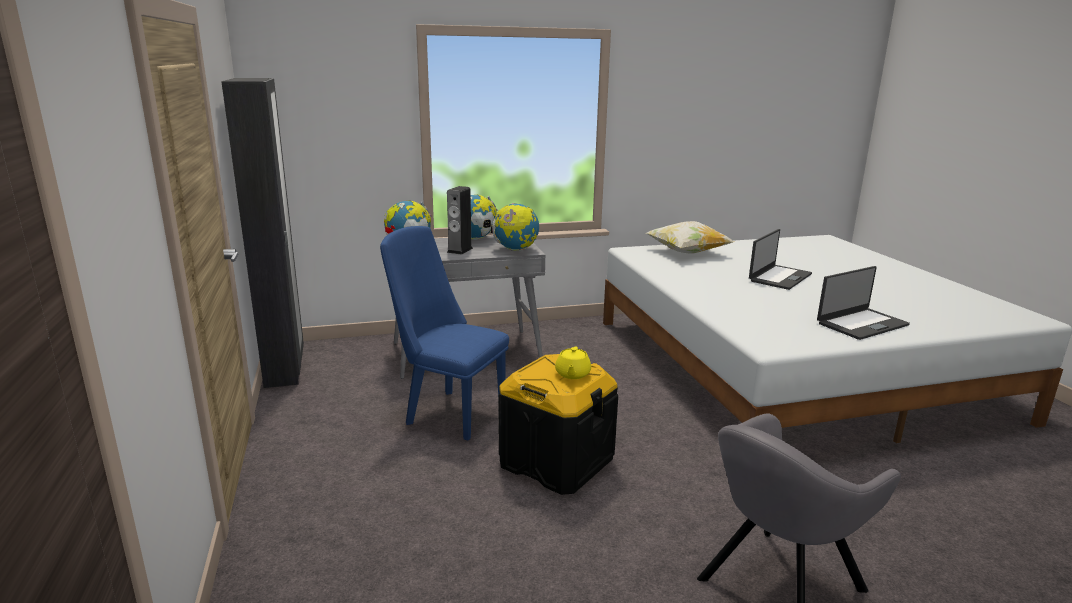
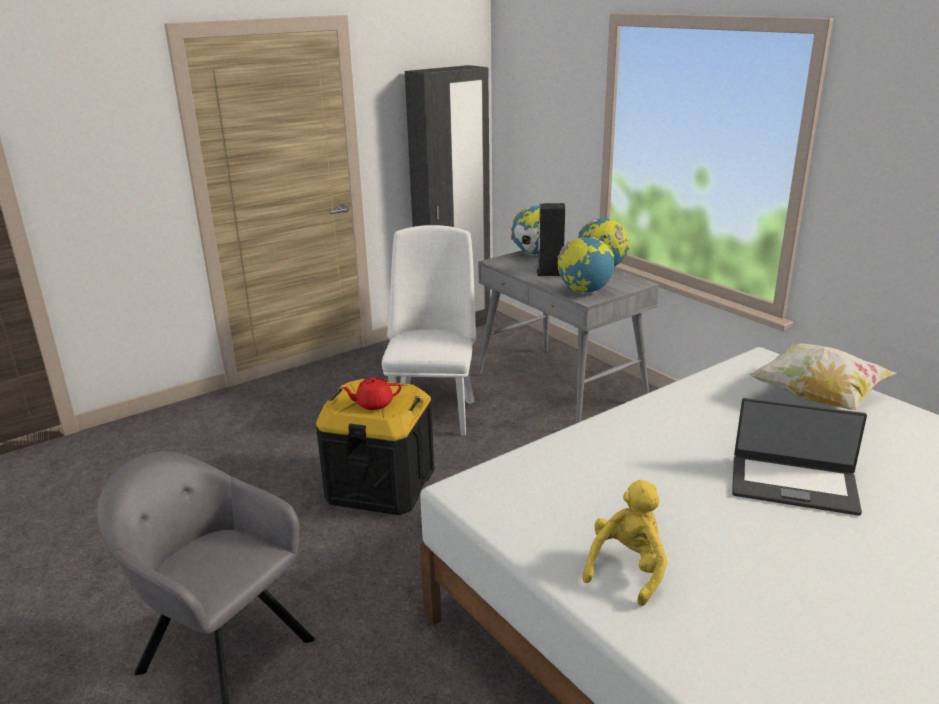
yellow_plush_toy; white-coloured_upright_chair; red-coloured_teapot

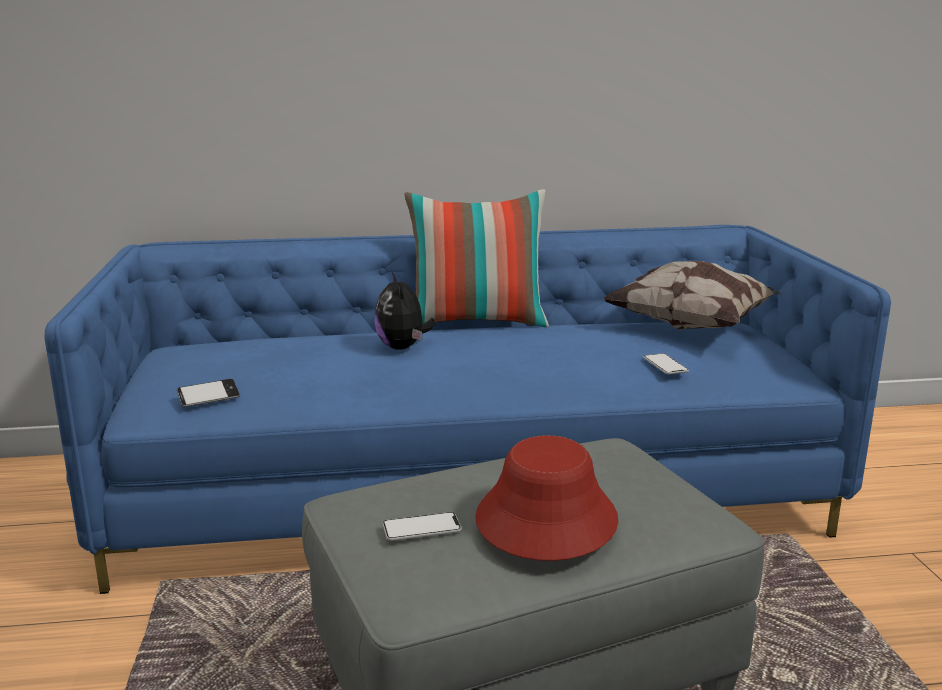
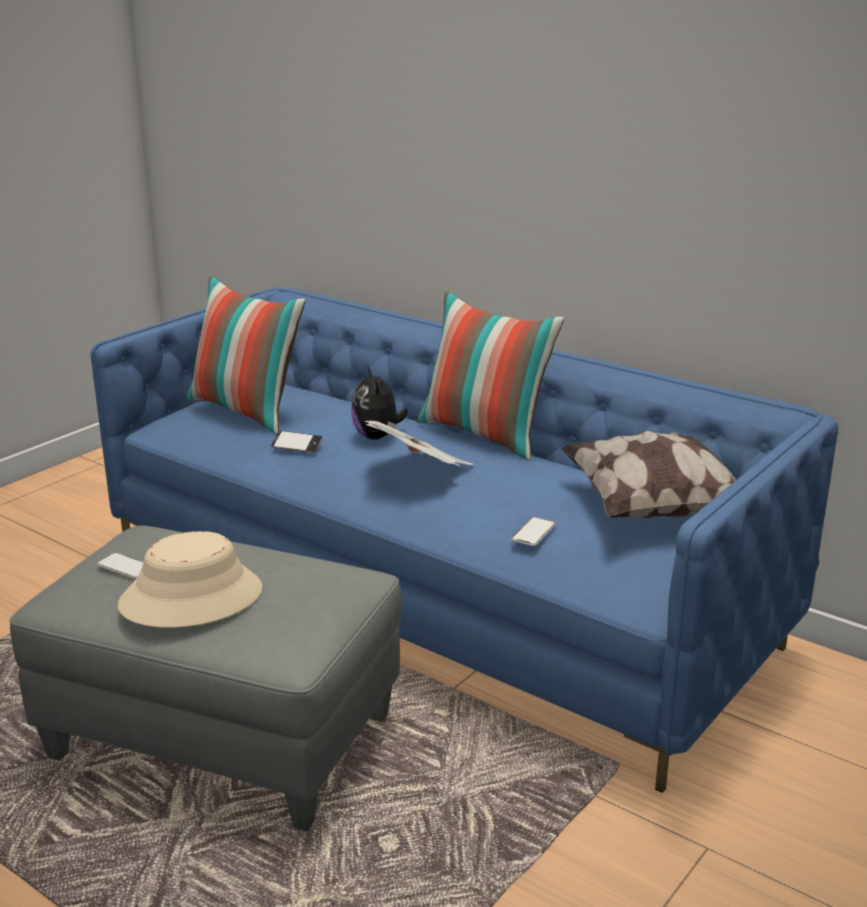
cushion (no. 1 from left); daily_paper; phone (no. 2 from left); beige-coloured_wearable_hat; plush_toy

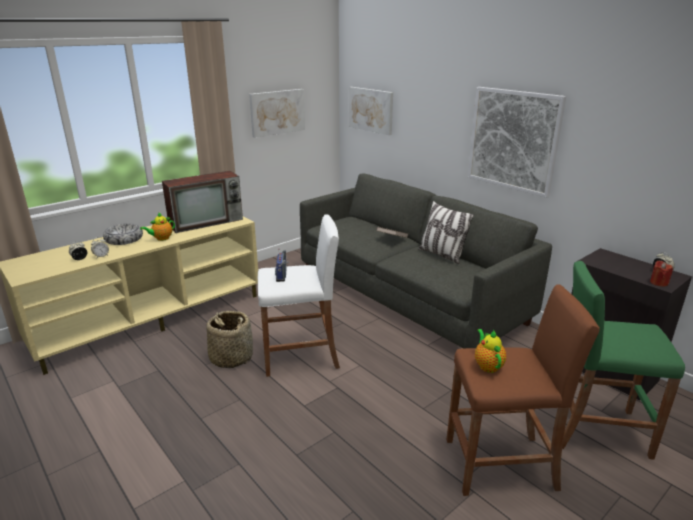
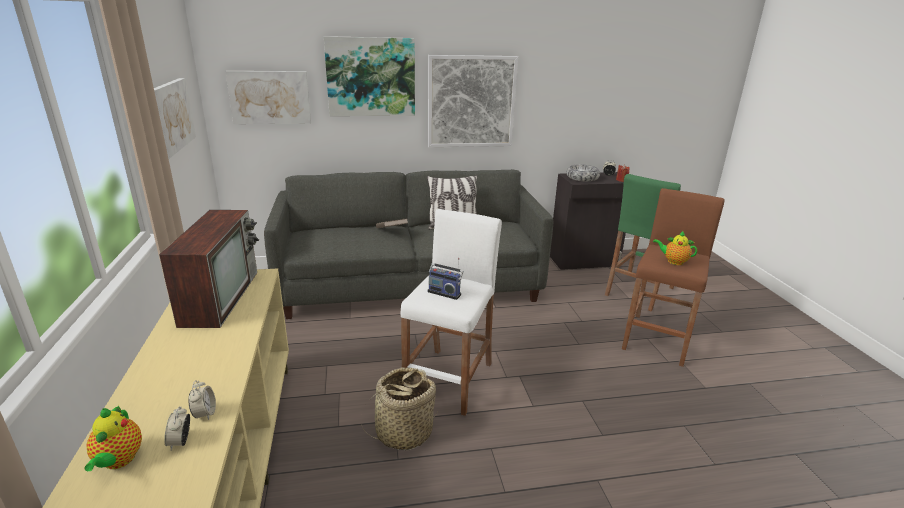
wall_picture (no. 3 from left); bowl; teapot (no. 1 from left)

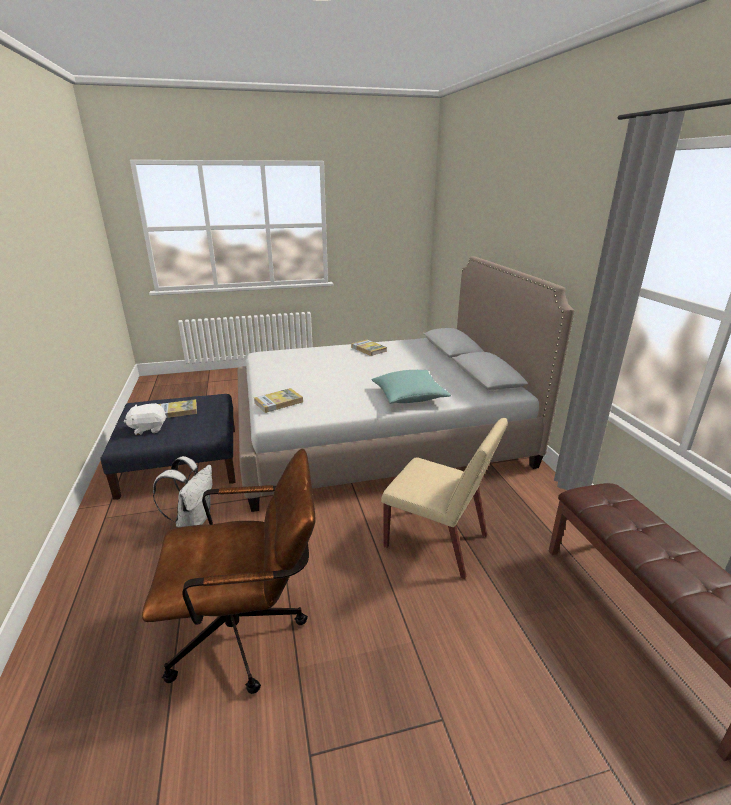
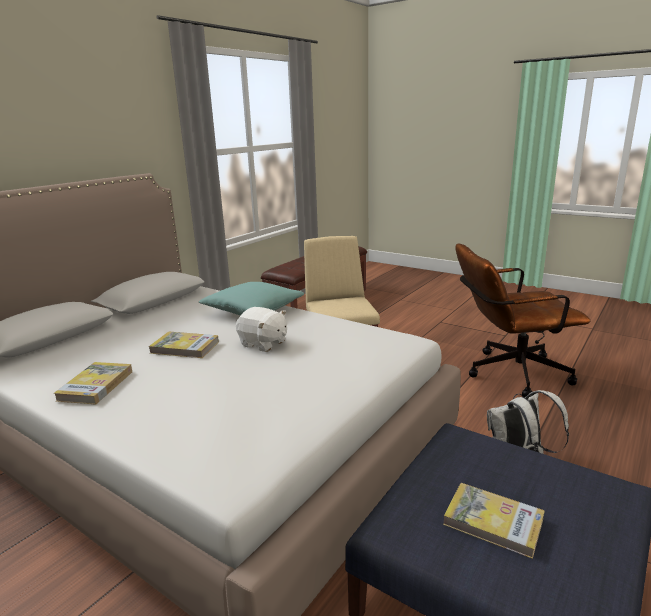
white-coloured_plush_toy; book (no. 2 from left); brown-coloured_office_chair

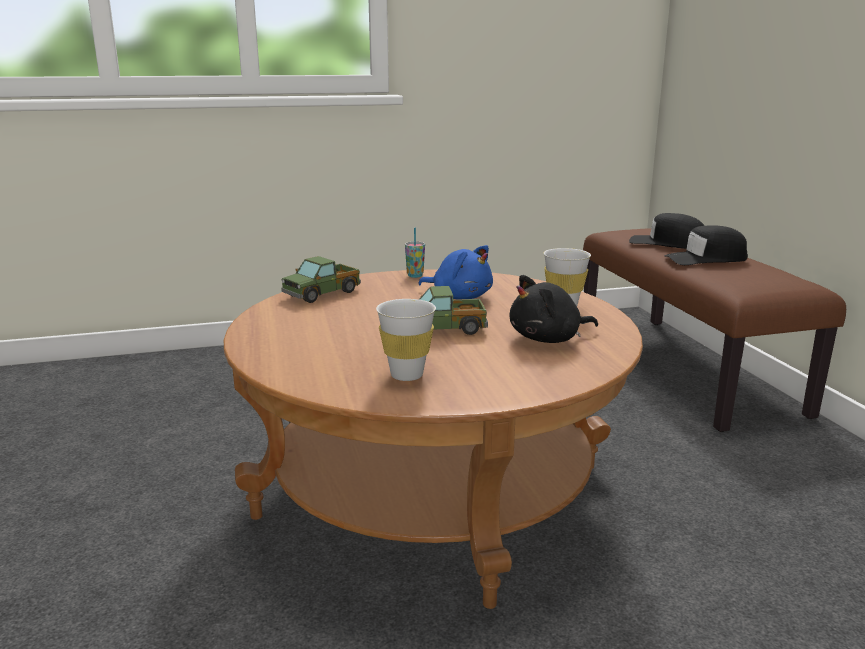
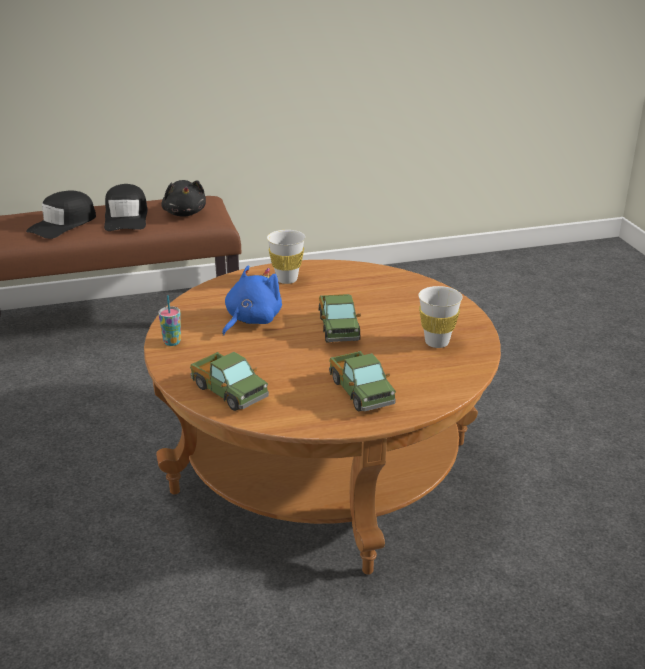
toy_lorry (no. 3 from left); black-coloured_plush_toy

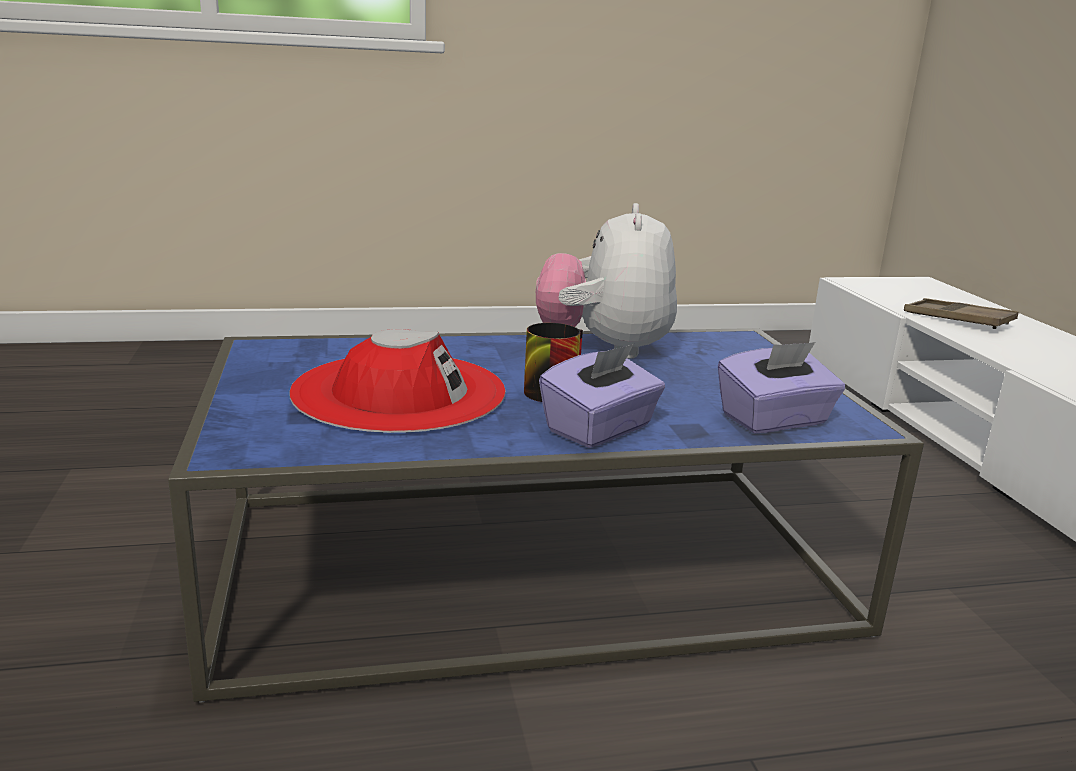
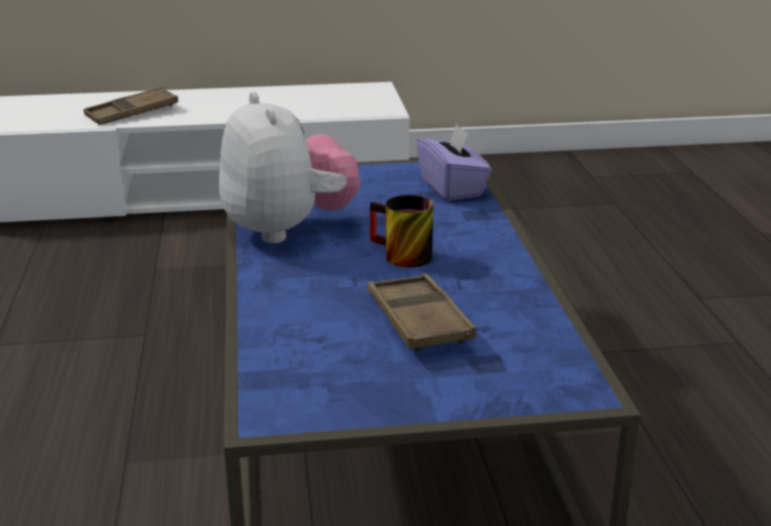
purplish_tissue_holder (no. 1 from left in the first image); brown-coloured_tray (no. 2 from left); plush_toy

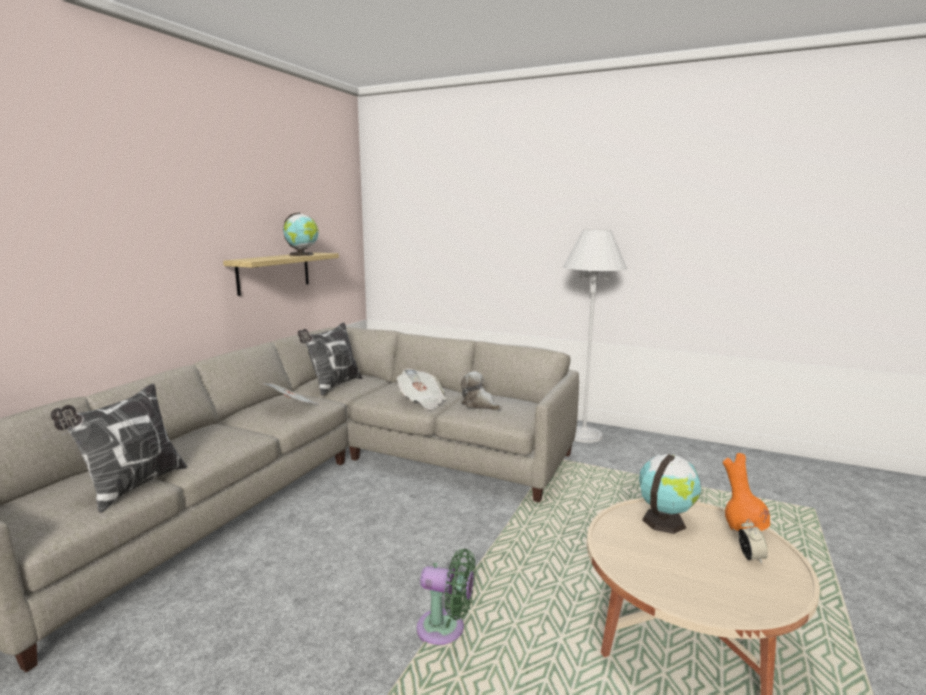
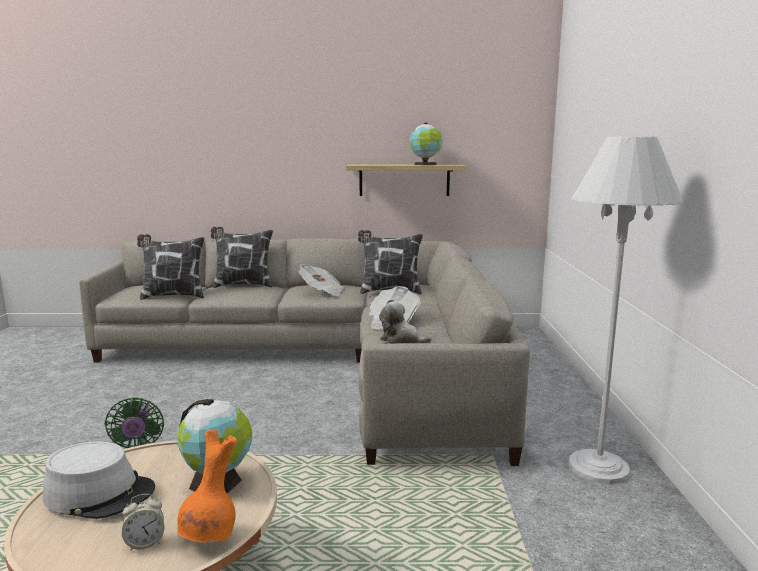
gray_wearable_hat; cushion (no. 2 from left); plush_toy

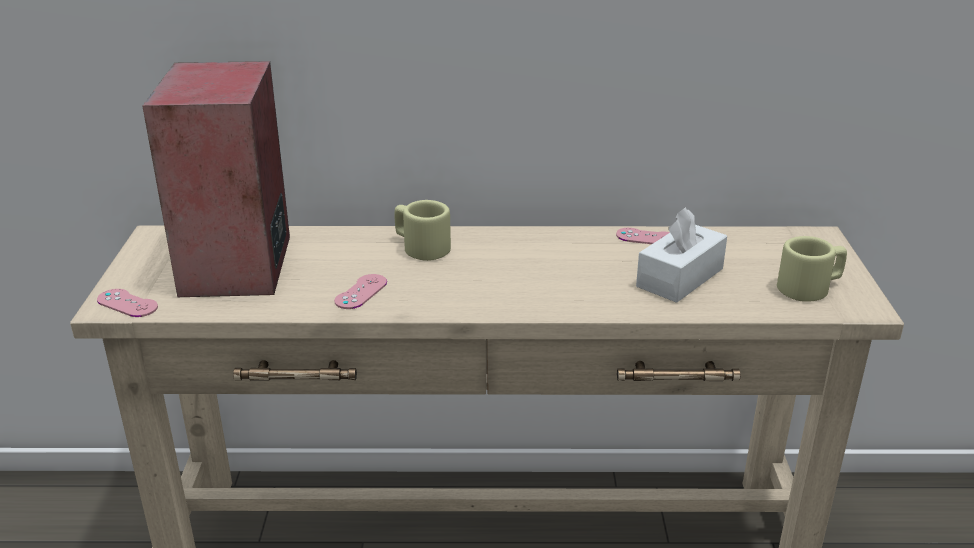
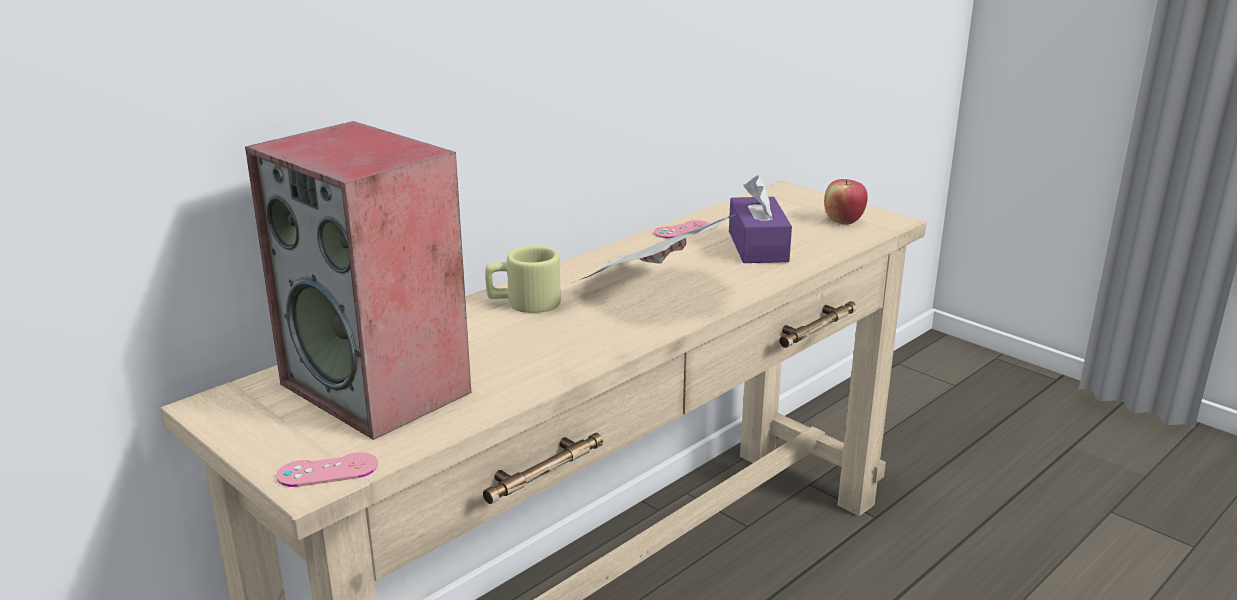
pink-coloured_joypad (no. 2 from left in the first image); daily_paper; apple_fruit; purplish_tissue_holder

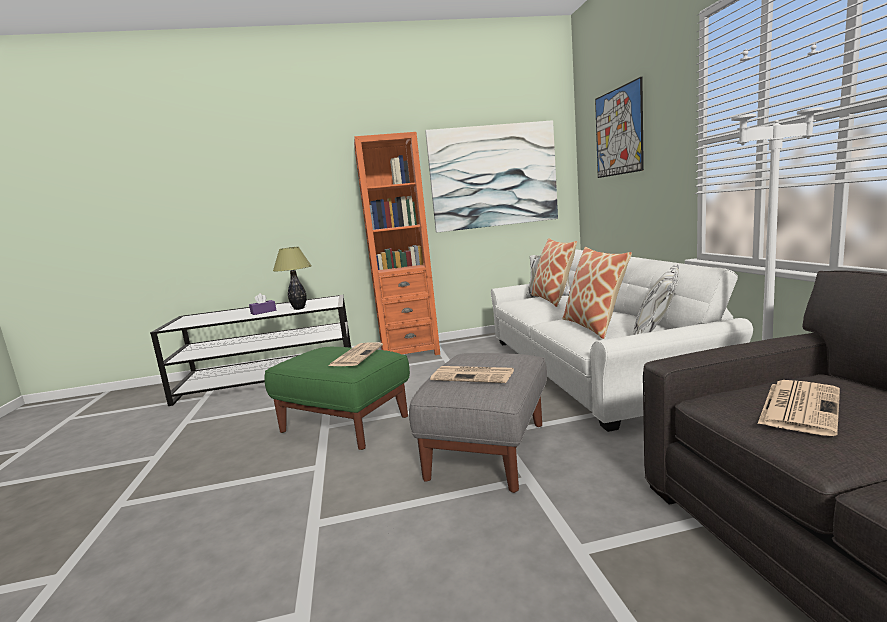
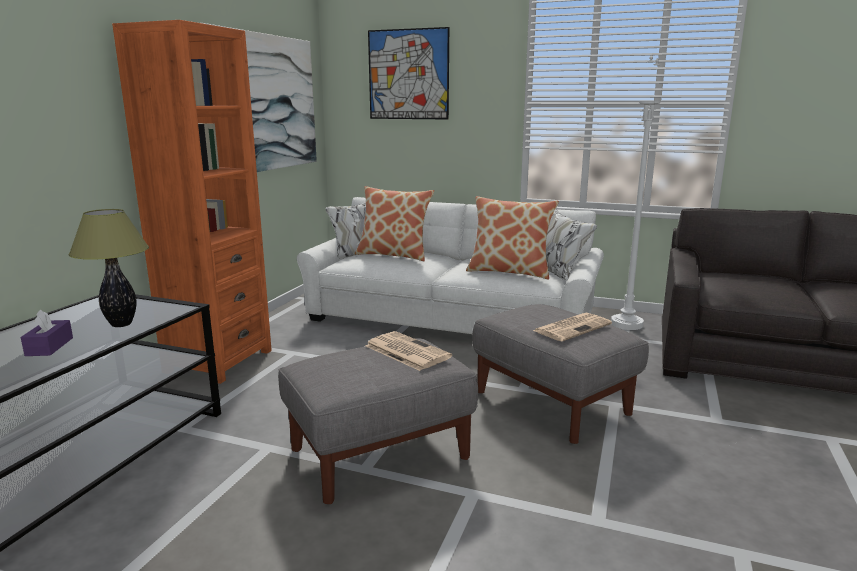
daily_paper (no. 3 from left in the first image); gray_footrest (no. 1 from left)

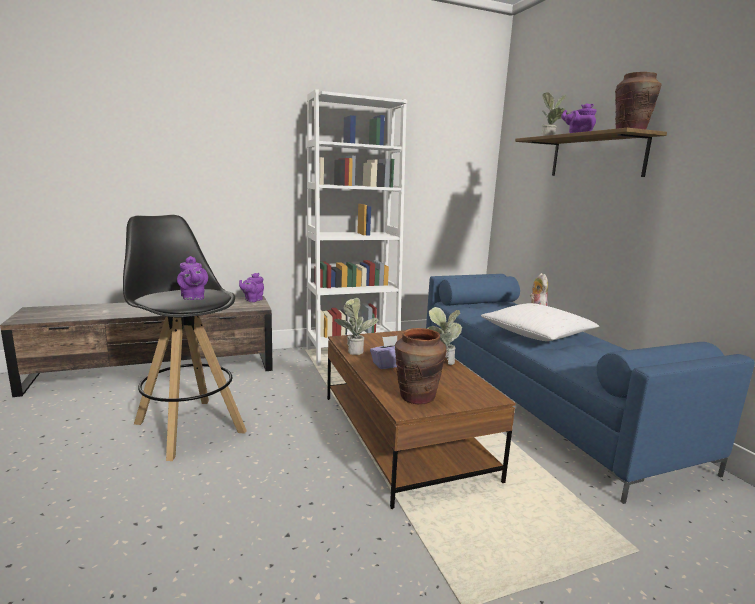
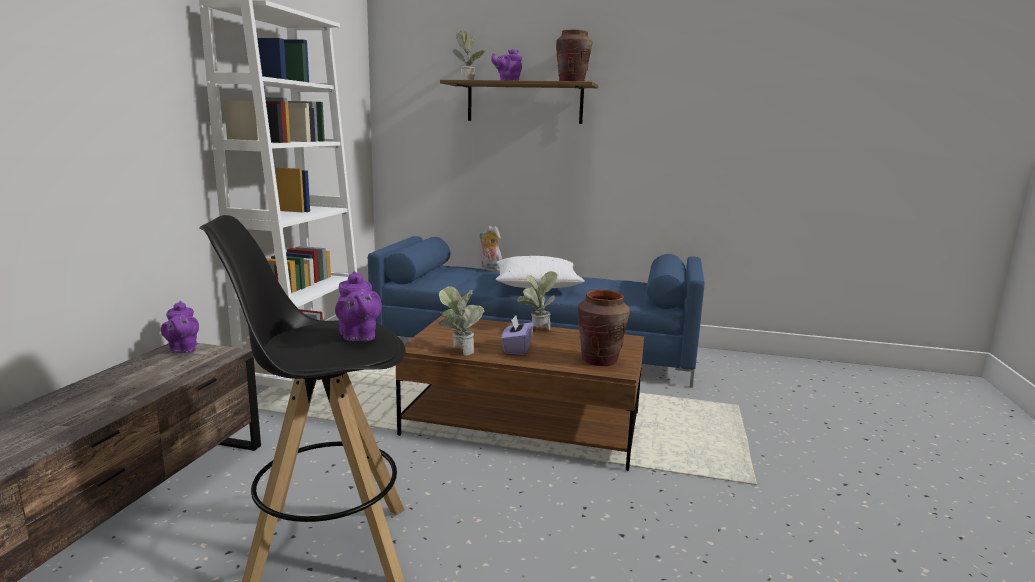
purplish_teapot (no. 2 from left)

